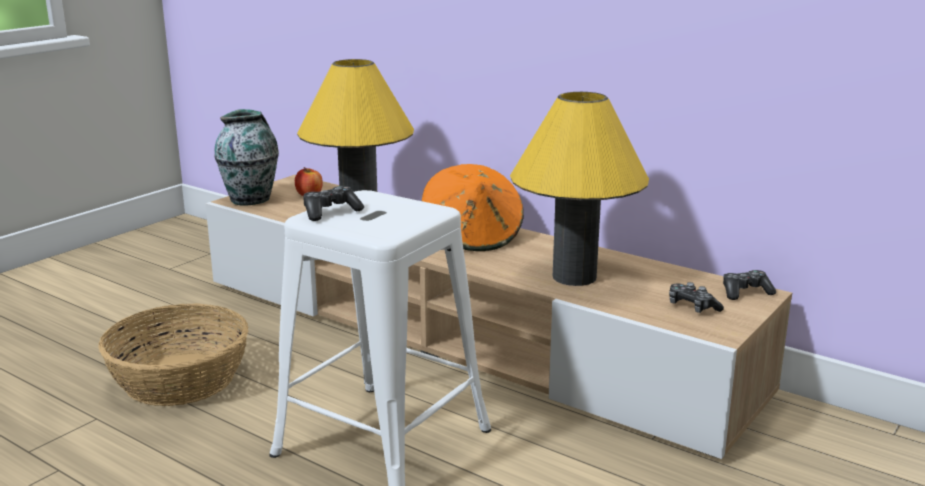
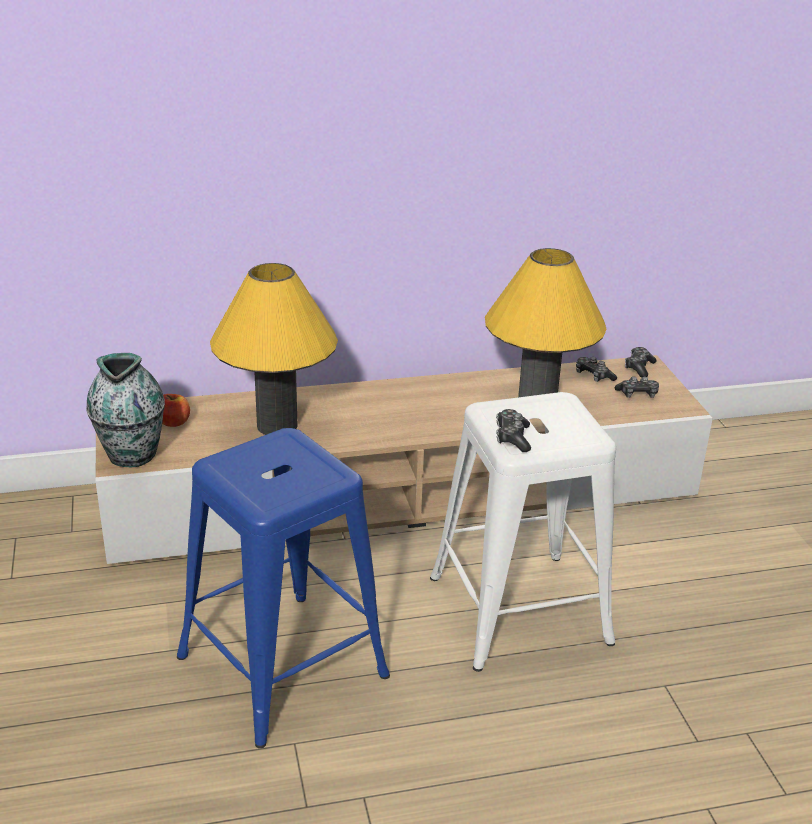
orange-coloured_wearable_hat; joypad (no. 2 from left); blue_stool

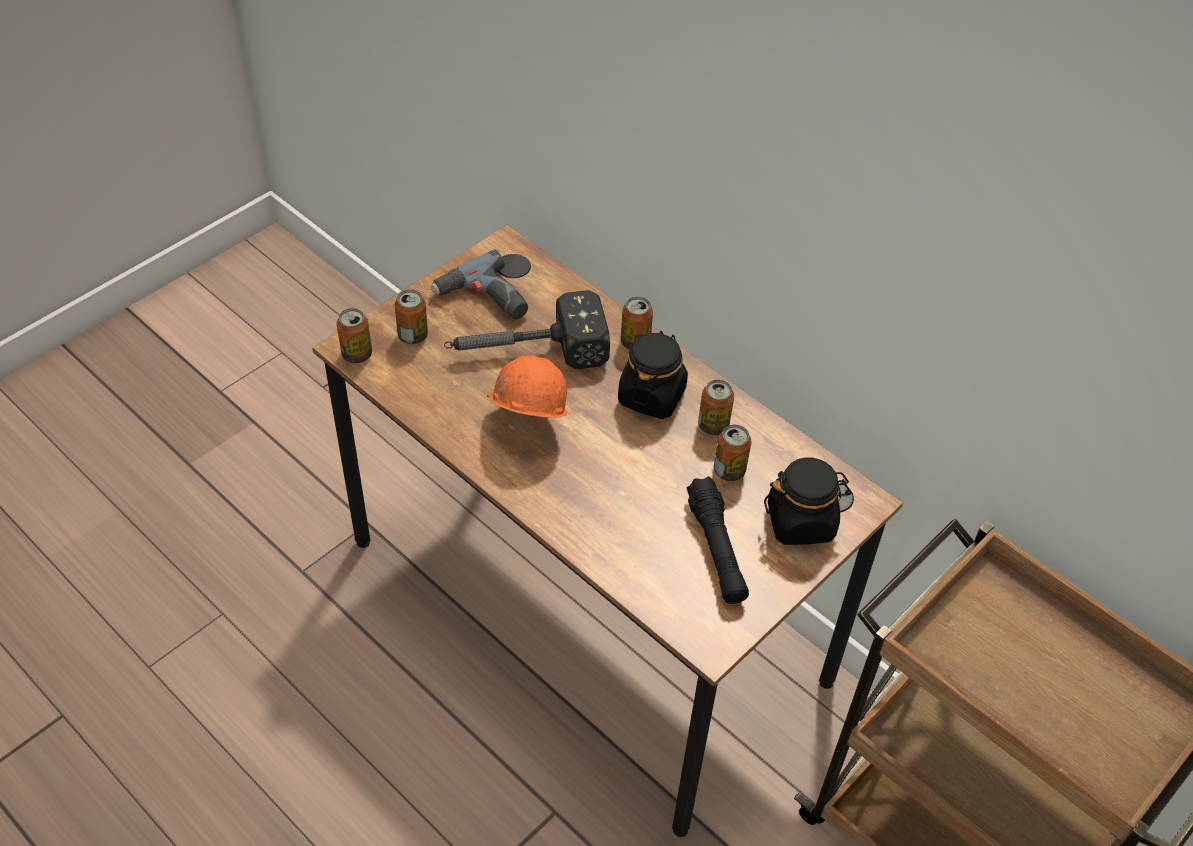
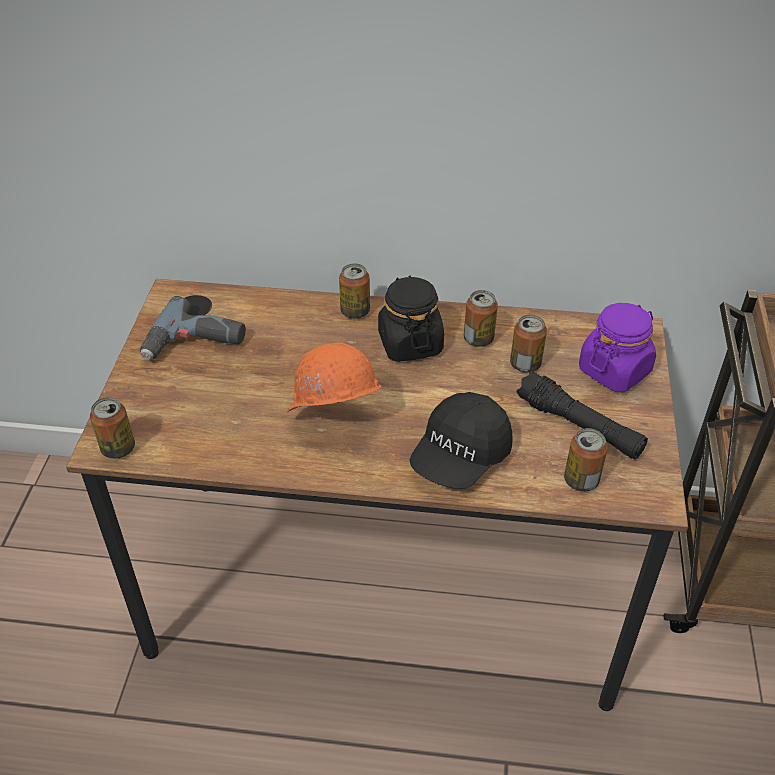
tool_hammer; black-coloured_baseball_cap; can (no. 5 from left); purplish_preserve_jar

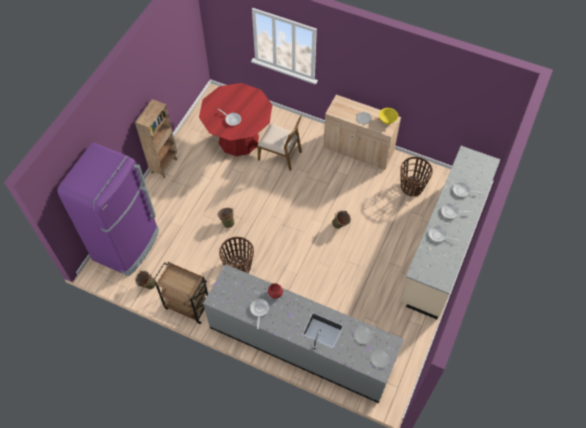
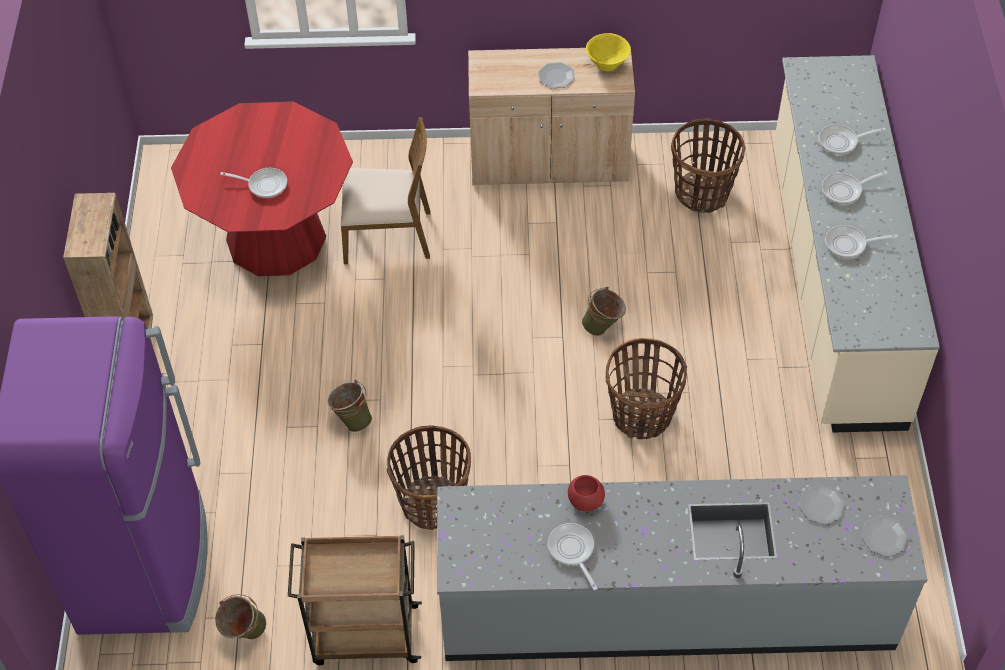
household_basket (no. 2 from left)

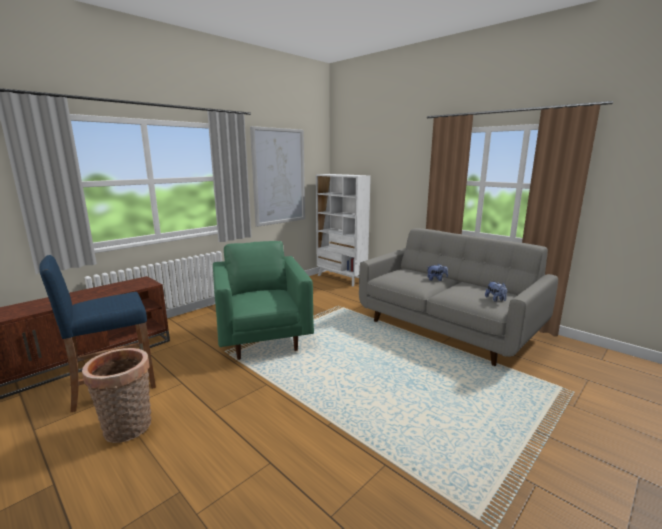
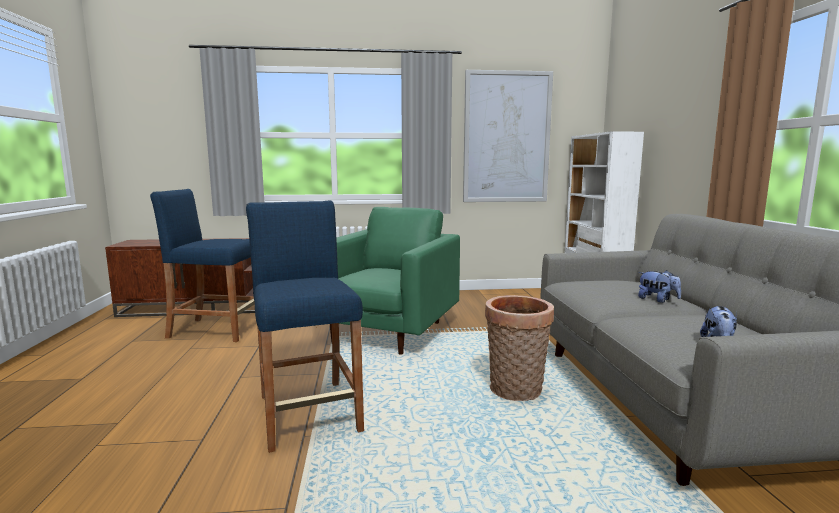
blue_stool (no. 2 from left); household_basket

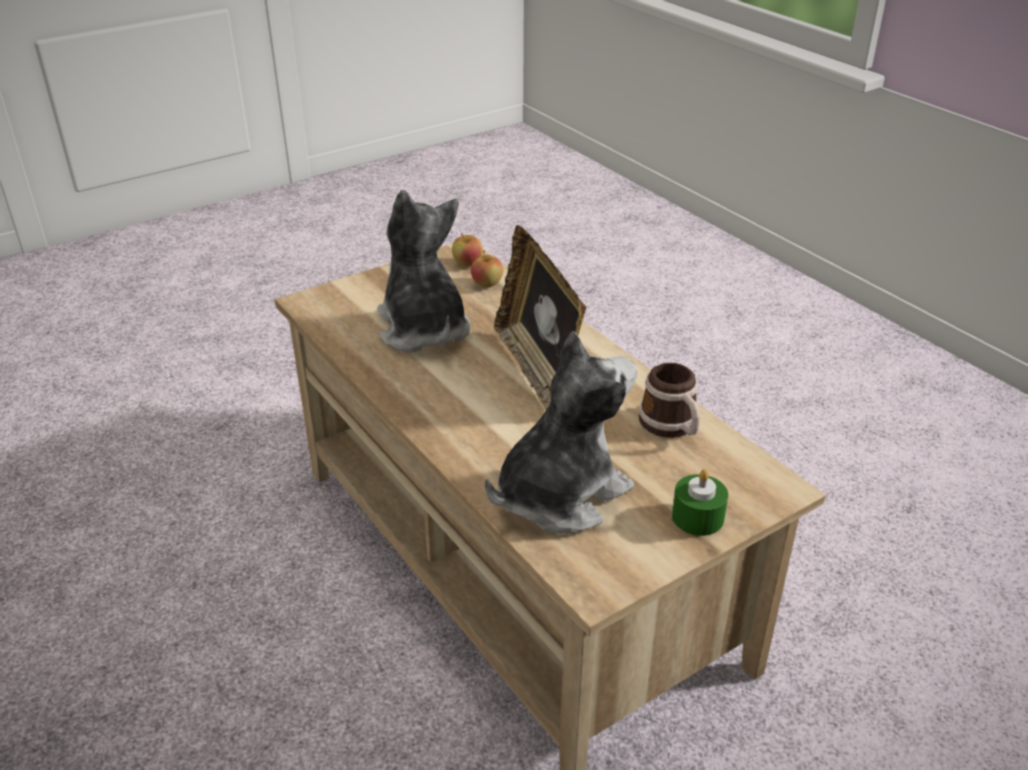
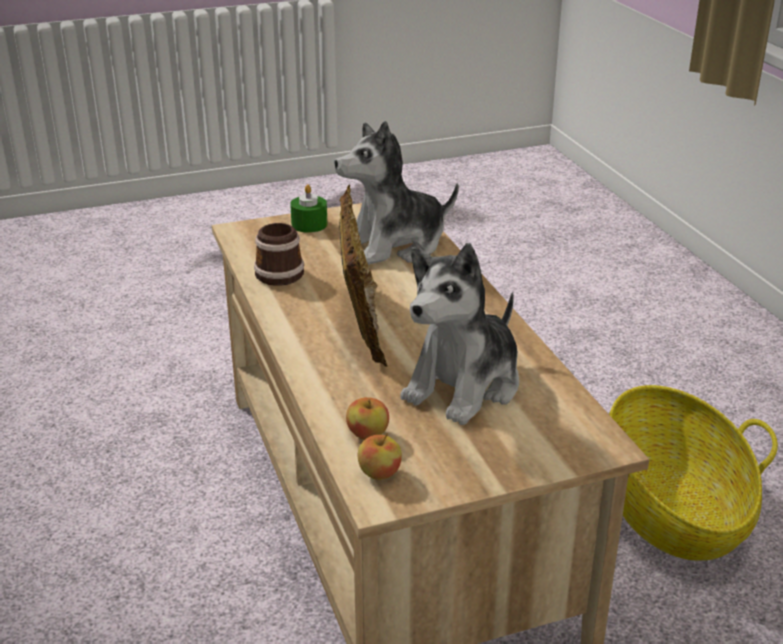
household_basket; plush_toy (no. 2 from left)

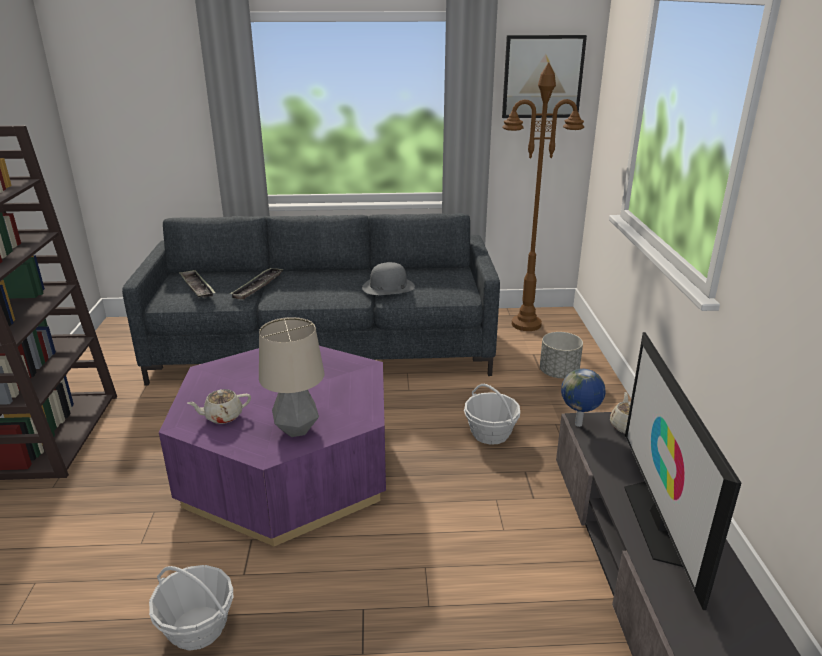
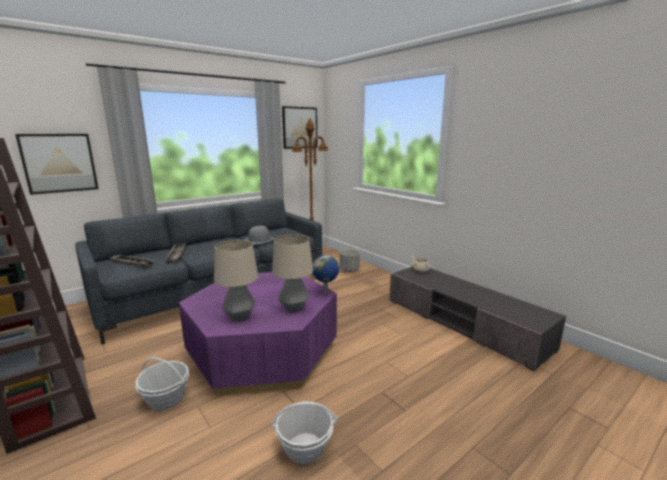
TV_set; wall_picture (no. 1 from left); household_basket (no. 1 from left); world_globe; table_lamp (no. 1 from left)

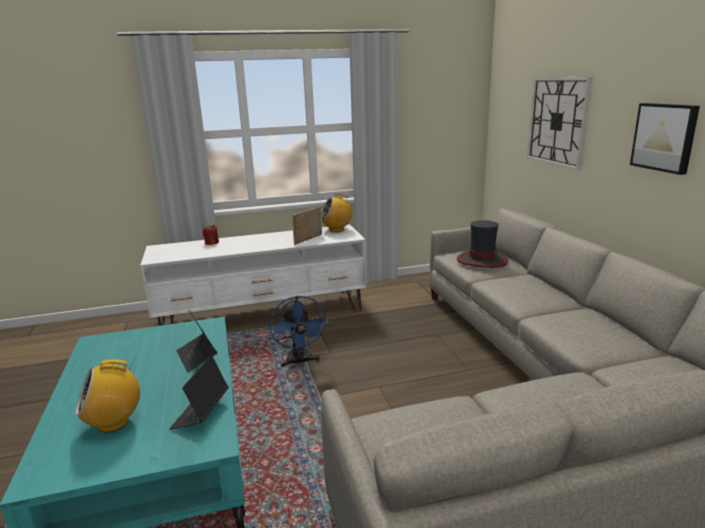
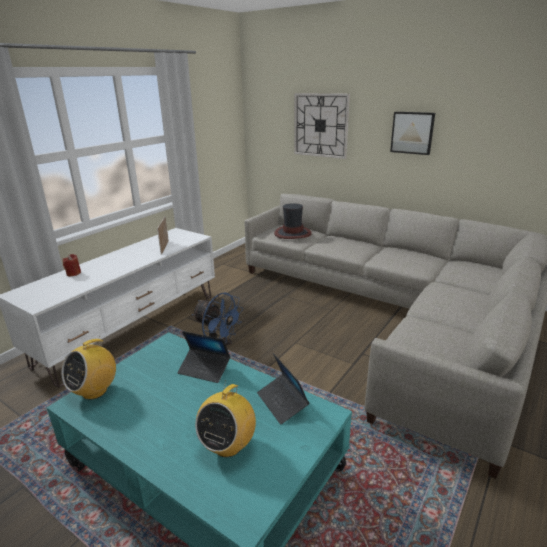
radio_receiver (no. 1 from left)

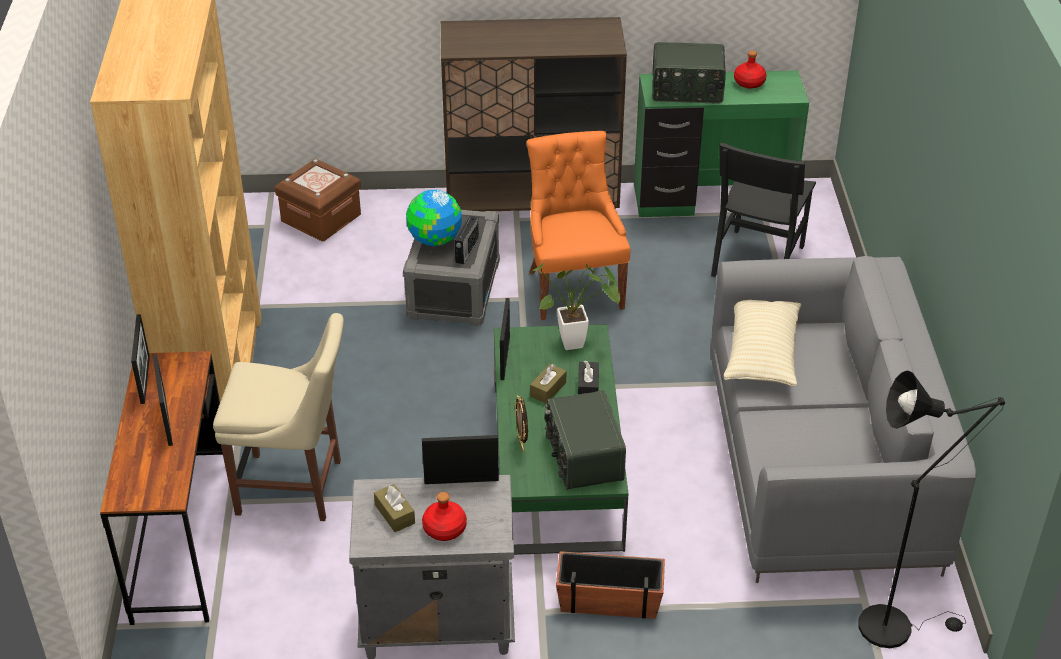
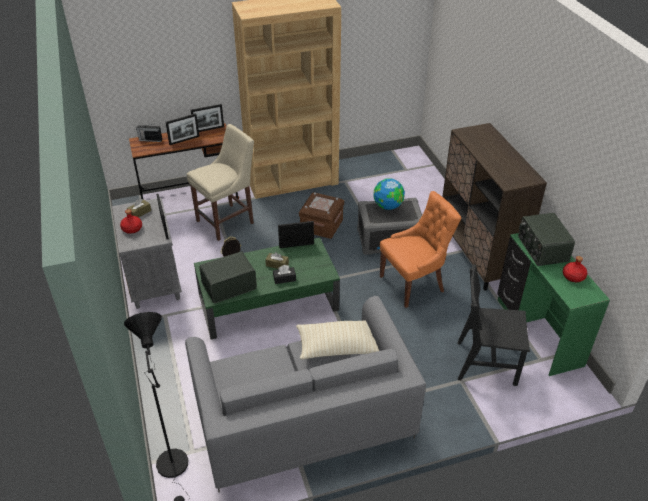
houseplant; flower_pot; brown-coloured_storage_bin; radio_receiver (no. 1 from left); beige-coloured_upright_chair

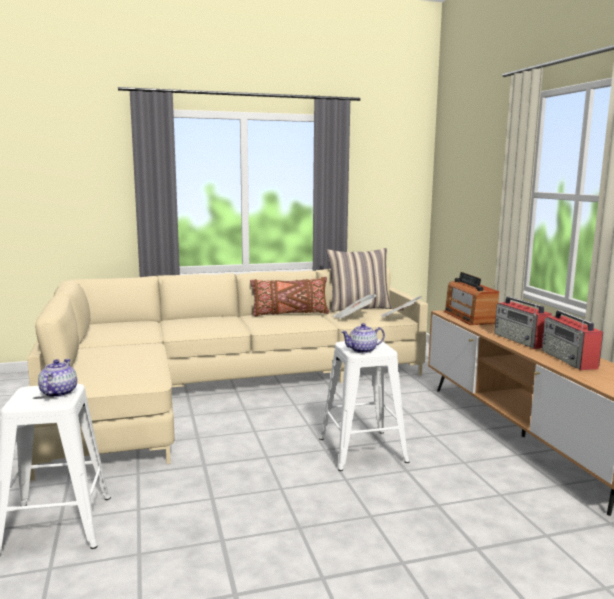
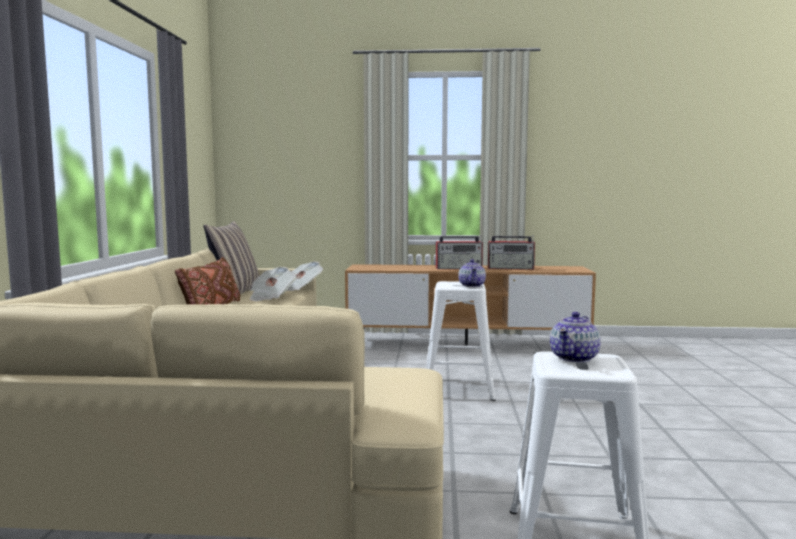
radio_receiver (no. 1 from left in the first image); teapot (no. 2 from left)

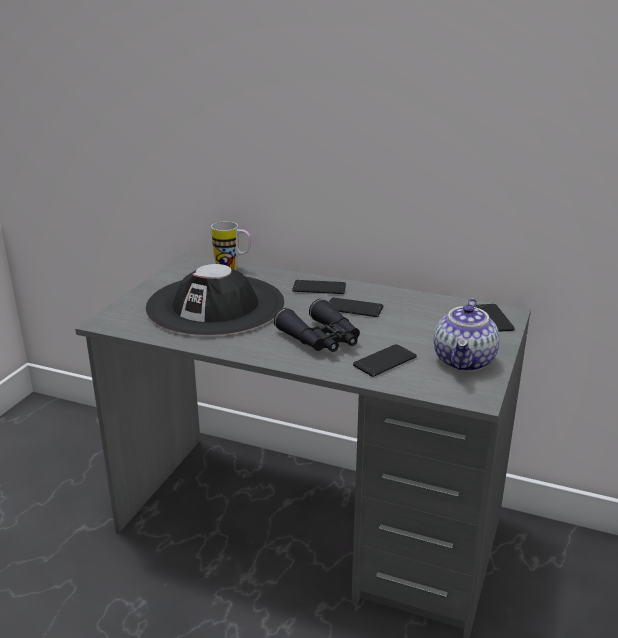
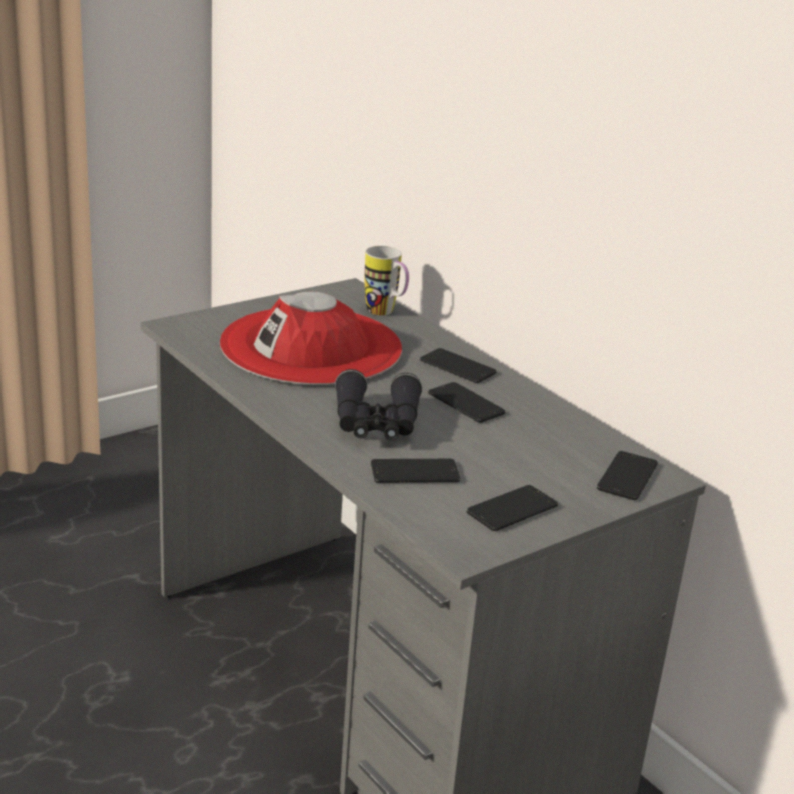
phone (no. 4 from left); red-coloured_wearable_hat

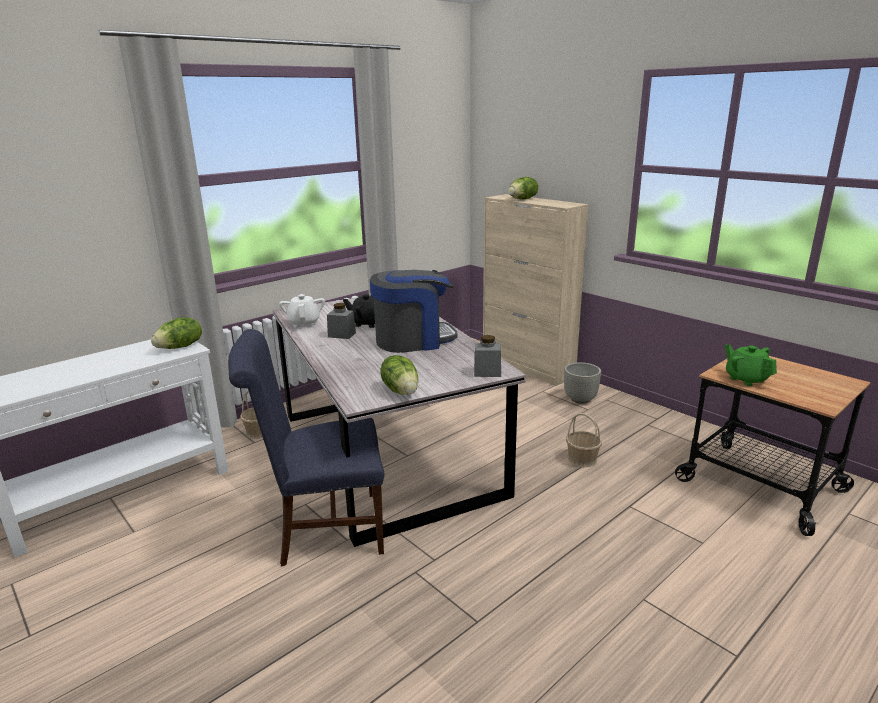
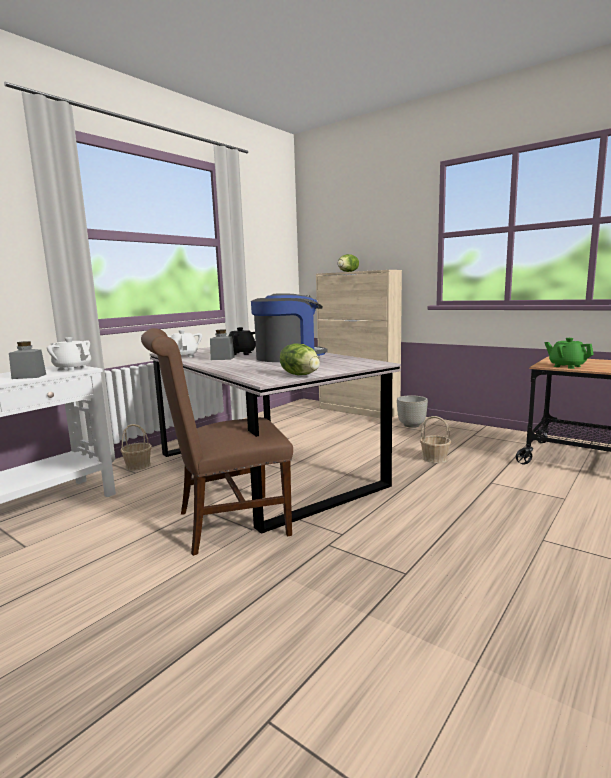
gray_preserve_jar (no. 1 from left); white-coloured_teapot (no. 1 from left); brown-coloured_upright_chair

